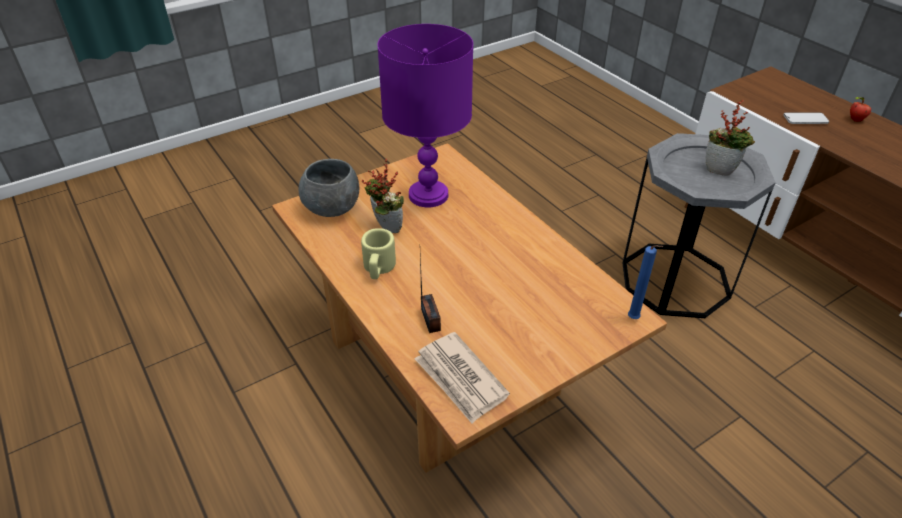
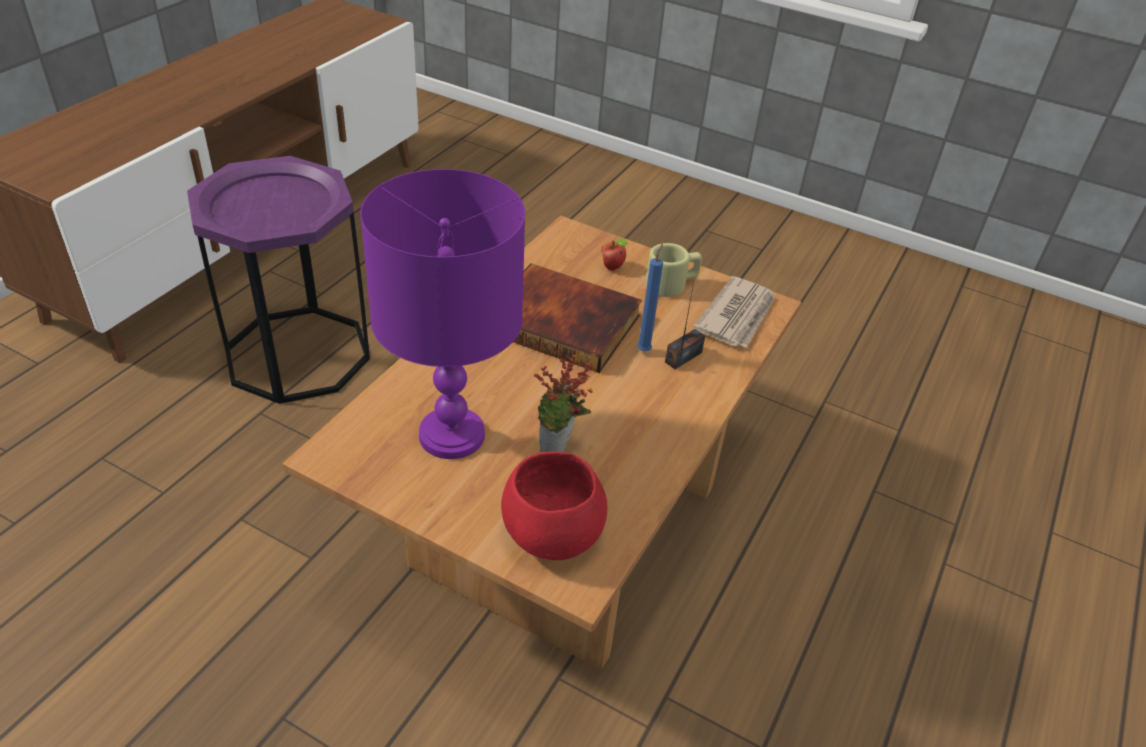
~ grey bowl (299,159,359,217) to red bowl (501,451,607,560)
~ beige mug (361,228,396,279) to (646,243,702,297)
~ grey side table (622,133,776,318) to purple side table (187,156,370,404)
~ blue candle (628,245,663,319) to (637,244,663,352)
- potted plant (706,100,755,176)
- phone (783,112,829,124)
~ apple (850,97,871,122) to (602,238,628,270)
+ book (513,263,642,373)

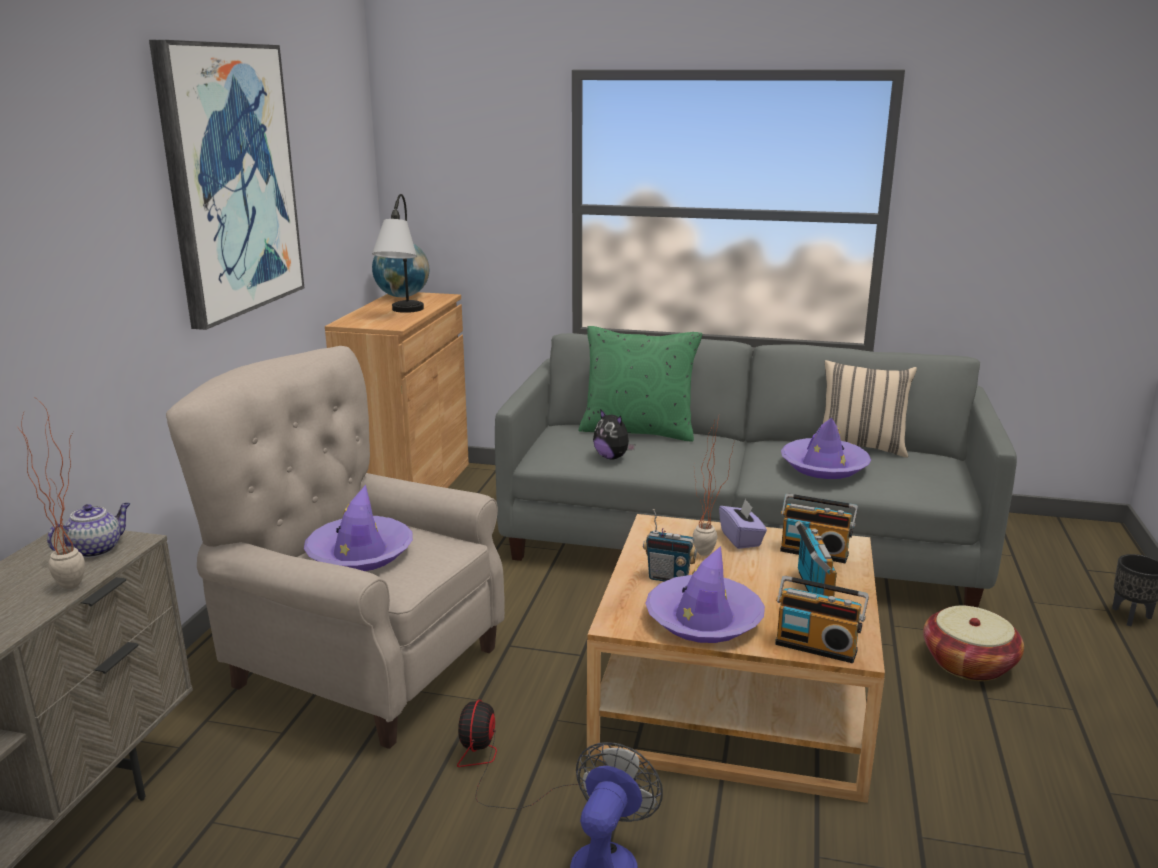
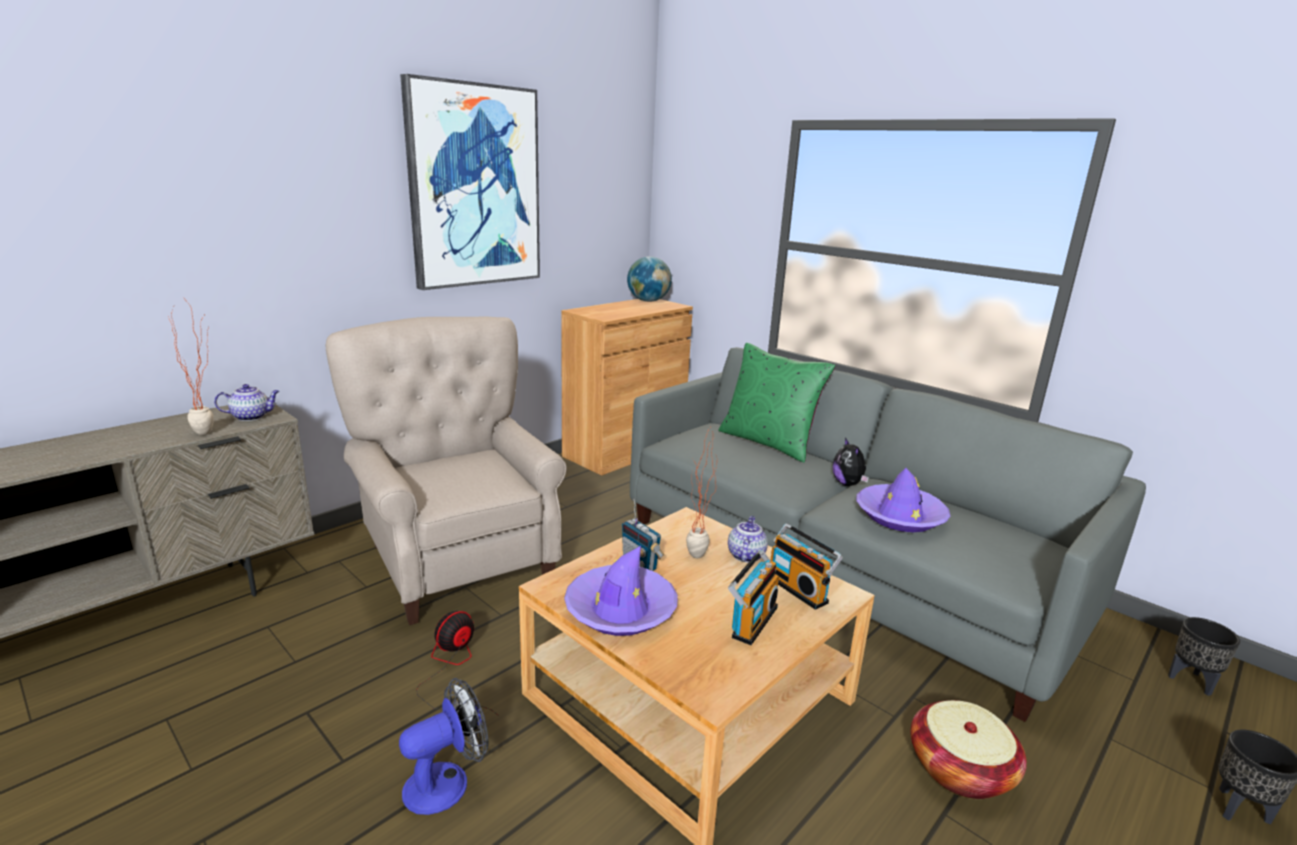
- purple hat (304,485,413,571)
- table lamp (372,194,424,313)
~ plush toy (593,409,635,460) to (833,437,869,486)
~ purple tissue box (719,498,767,549) to teapot (728,516,768,562)
- radio (775,576,869,663)
- beige pillow (823,360,917,458)
+ black planter (1168,617,1240,696)

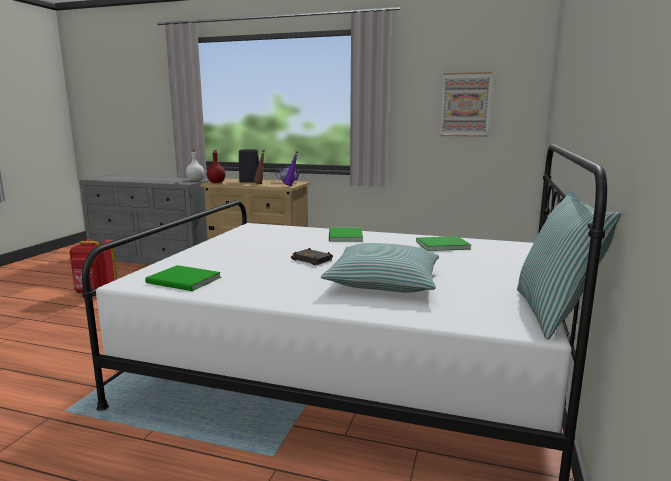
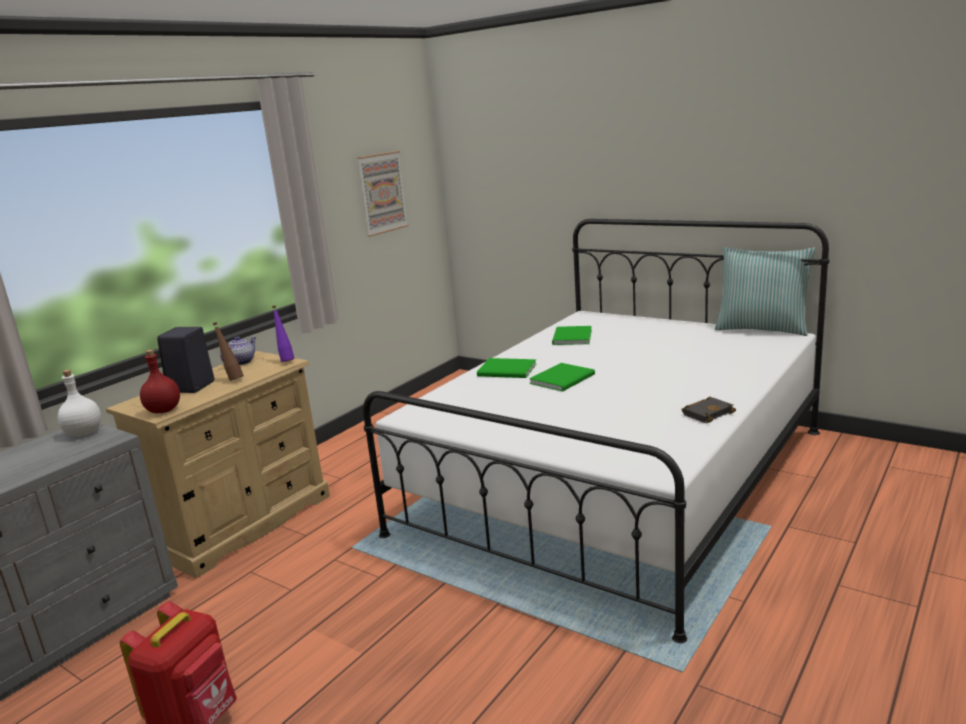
~ green book (145,265,221,291) to (529,363,595,392)
~ black book (291,248,333,265) to (681,397,736,423)
- pillow (321,243,439,293)

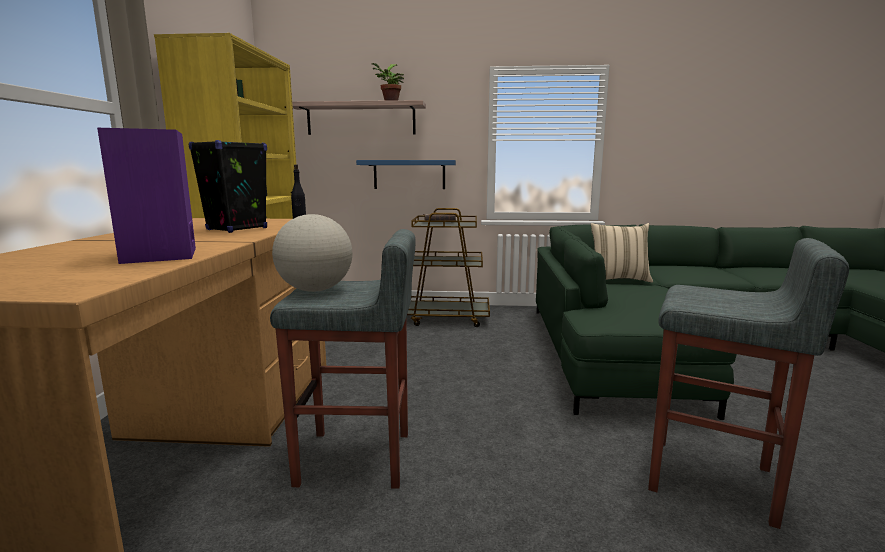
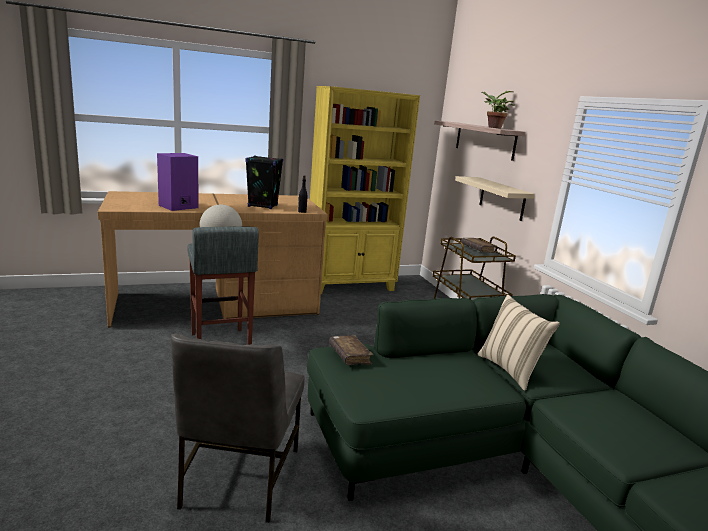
~ blue shelf (356,160,456,189) to beige shelf (455,176,535,221)
~ grey stool (648,238,849,529) to grey chair (171,334,305,523)
+ brown book (329,335,373,365)

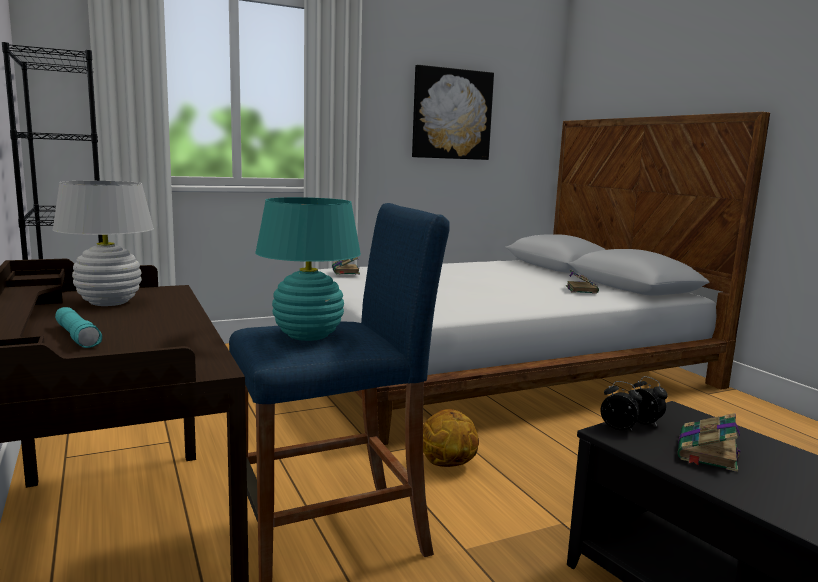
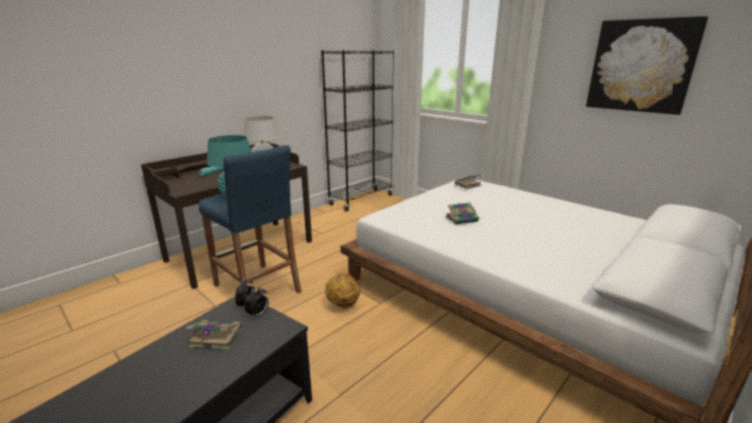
~ book (566,270,599,294) to (446,202,481,225)

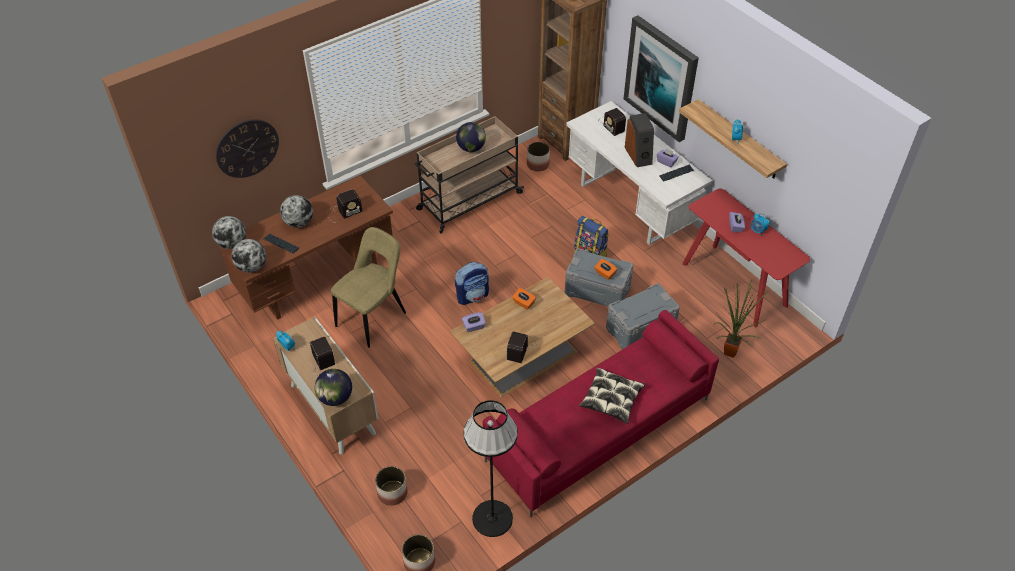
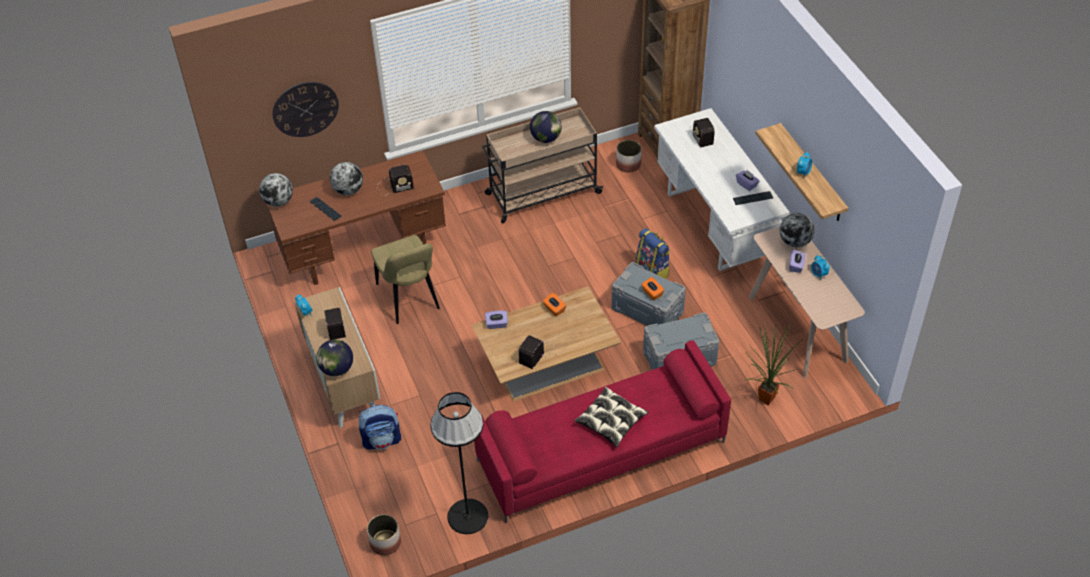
~ globe (231,239,266,273) to (780,213,815,247)
~ beige chair (331,227,406,348) = (371,235,440,324) 105 degrees clockwise
- planter (375,466,408,506)
~ backpack (455,262,489,305) to (358,405,401,450)
- picture (623,16,699,142)
- speaker (624,113,654,167)
~ red console table (682,188,810,327) to beige console table (749,226,865,378)

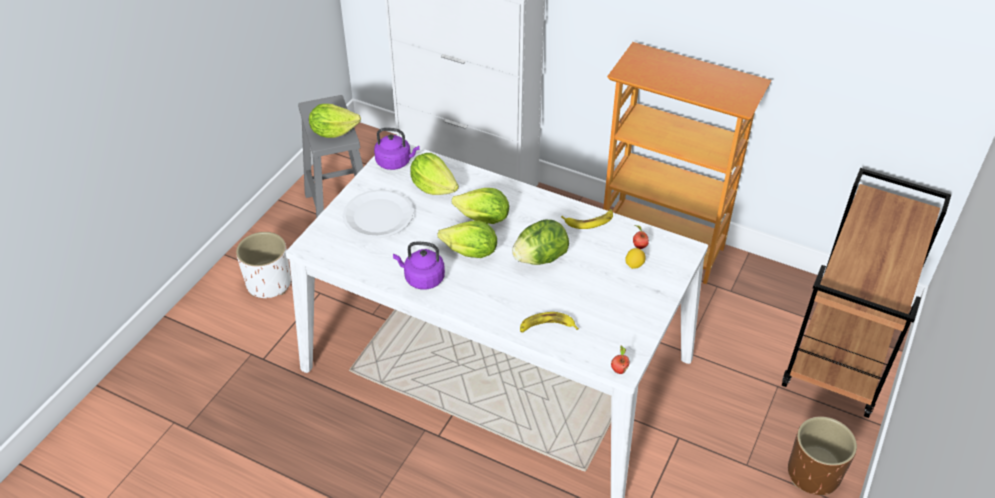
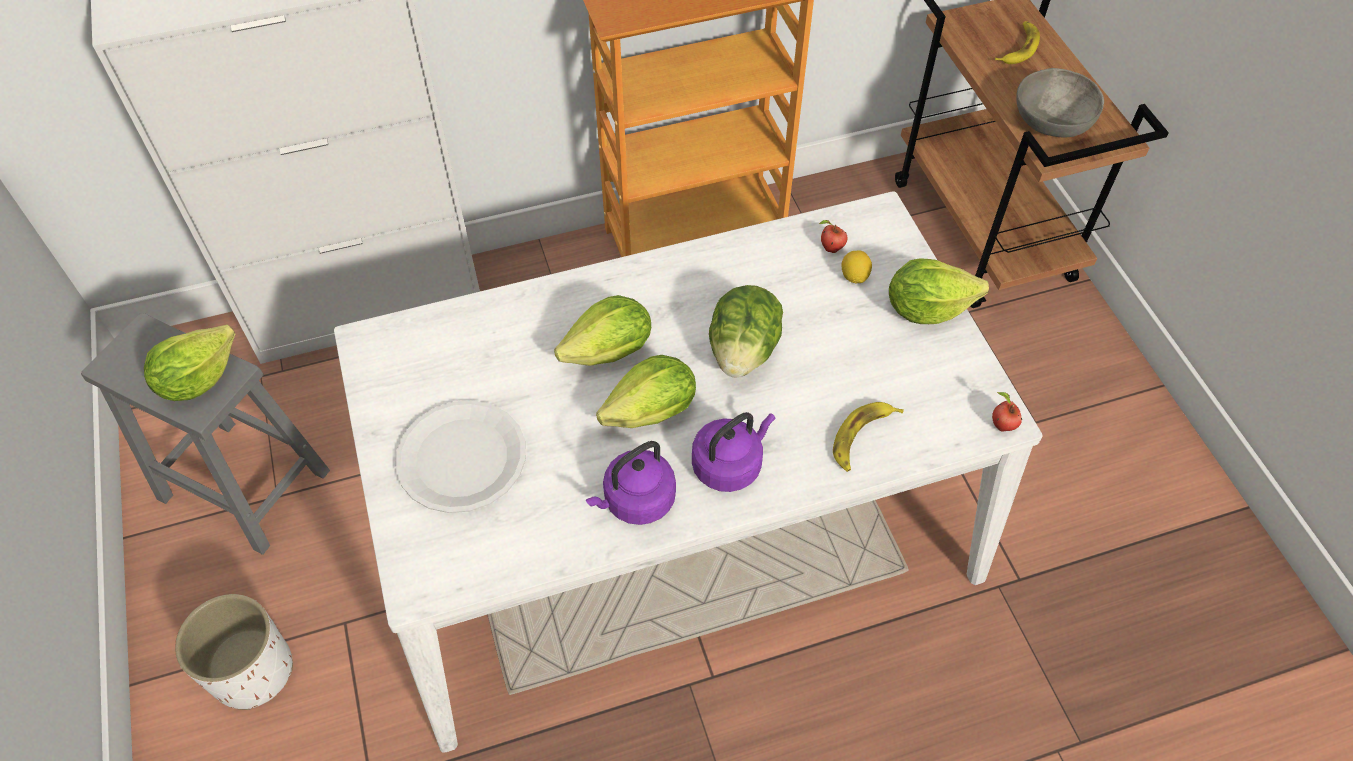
~ purple kettle (374,128,419,170) to (692,412,775,492)
~ lettuce (410,153,459,195) to (889,258,989,324)
~ banana (561,209,613,229) to (995,21,1040,64)
- brown planter (788,416,857,495)
+ grey bowl (1016,68,1104,137)

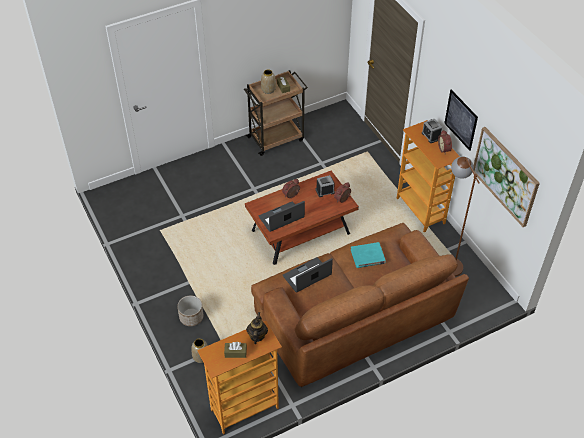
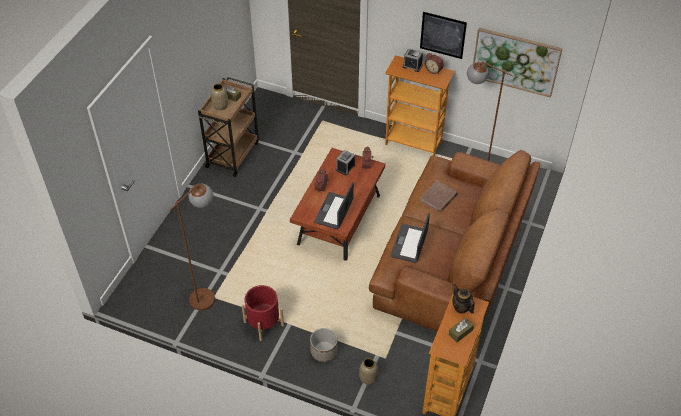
~ turquoise book (351,242,386,268) to brown book (420,180,458,212)
+ brown floor lamp (170,183,215,310)
+ red planter (242,285,284,341)

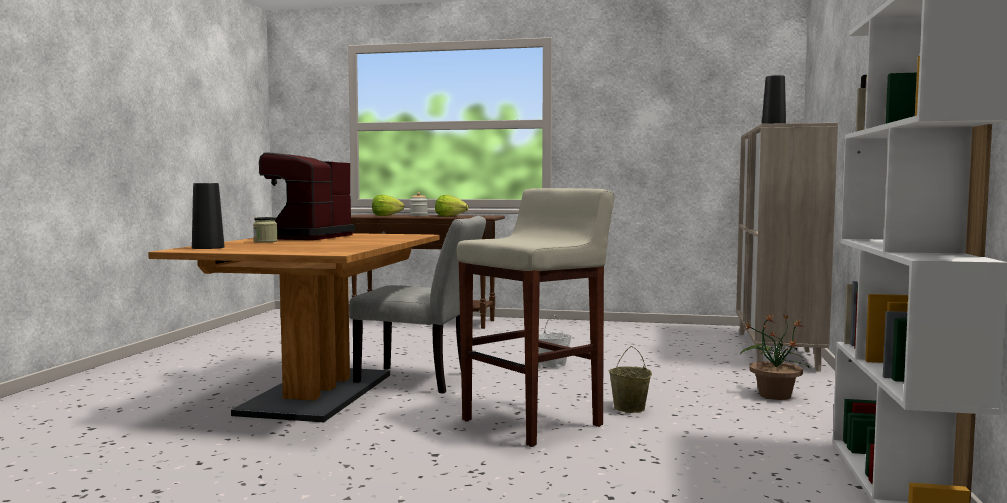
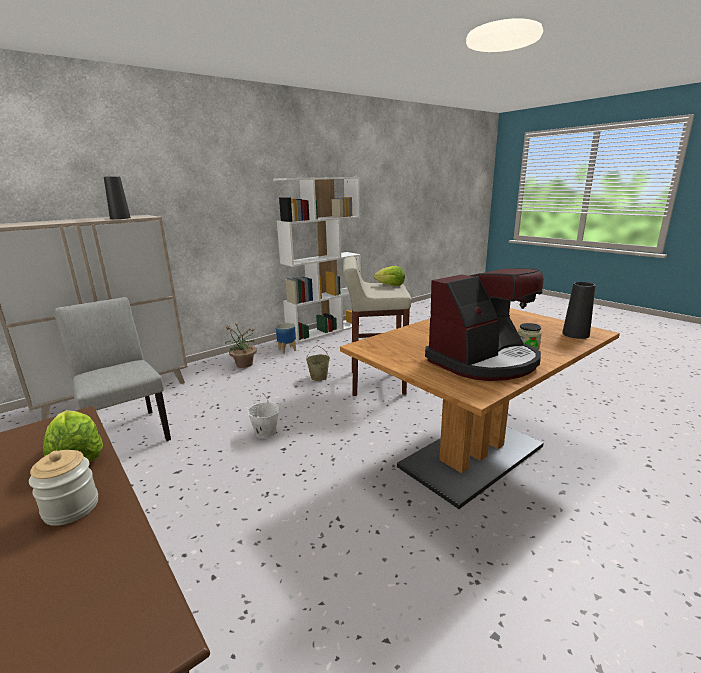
~ grey chair (349,216,486,394) to (54,297,171,441)
~ lettuce (372,195,405,216) to (374,266,405,286)
+ planter (276,323,296,354)

